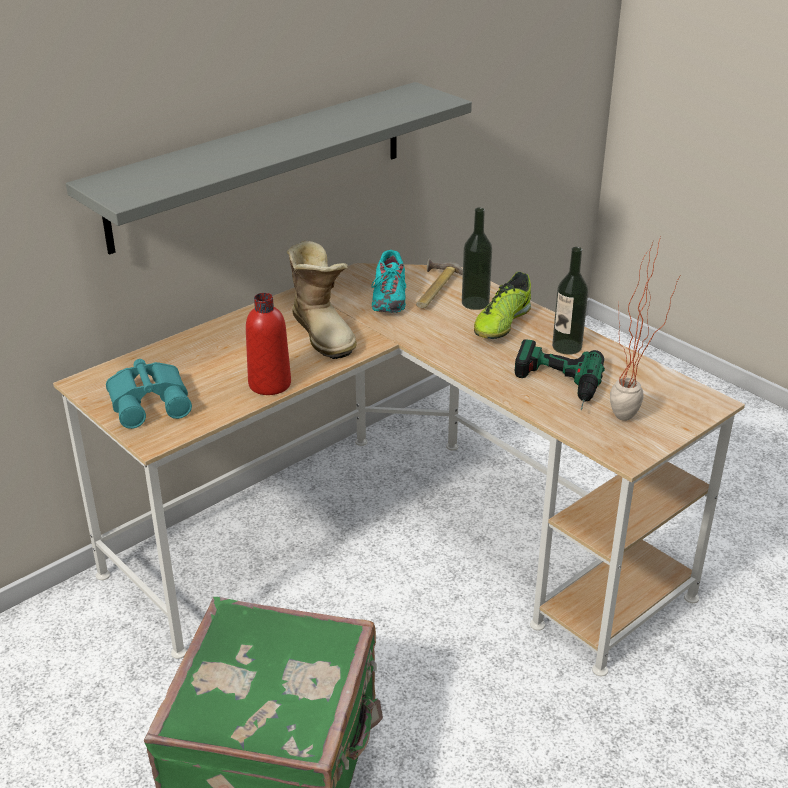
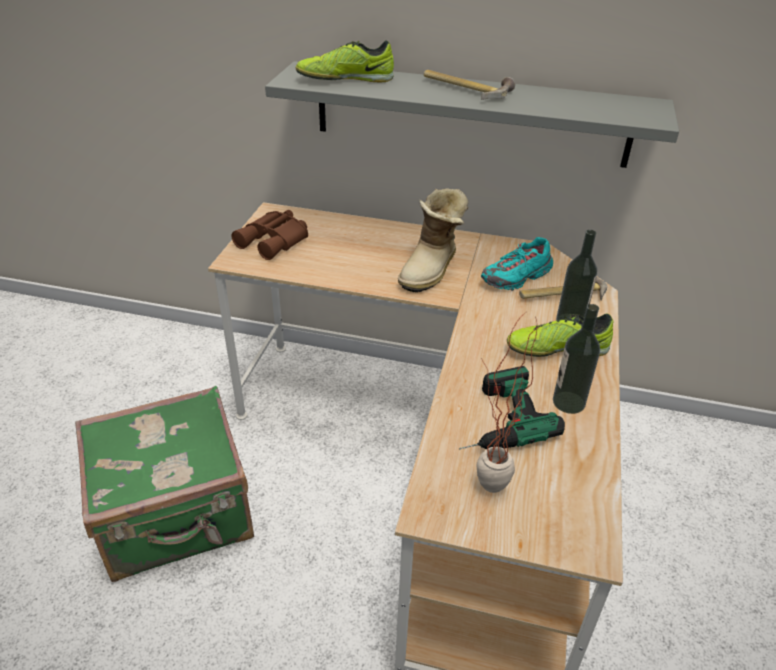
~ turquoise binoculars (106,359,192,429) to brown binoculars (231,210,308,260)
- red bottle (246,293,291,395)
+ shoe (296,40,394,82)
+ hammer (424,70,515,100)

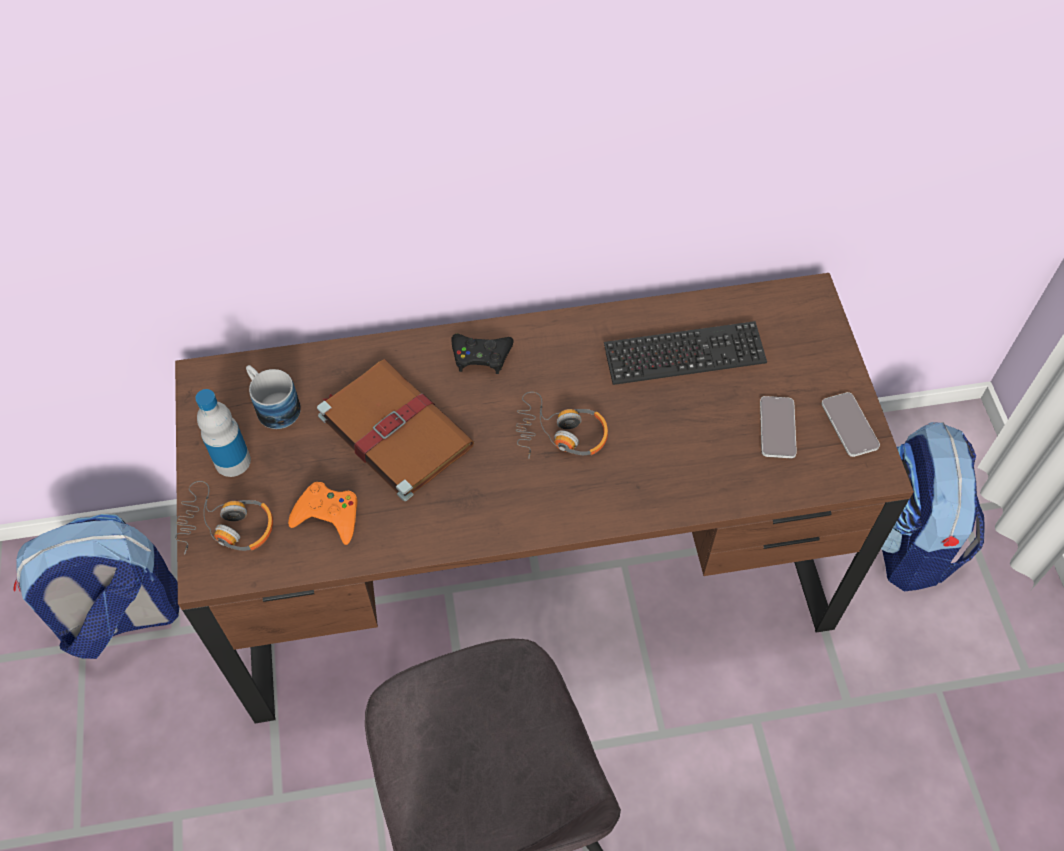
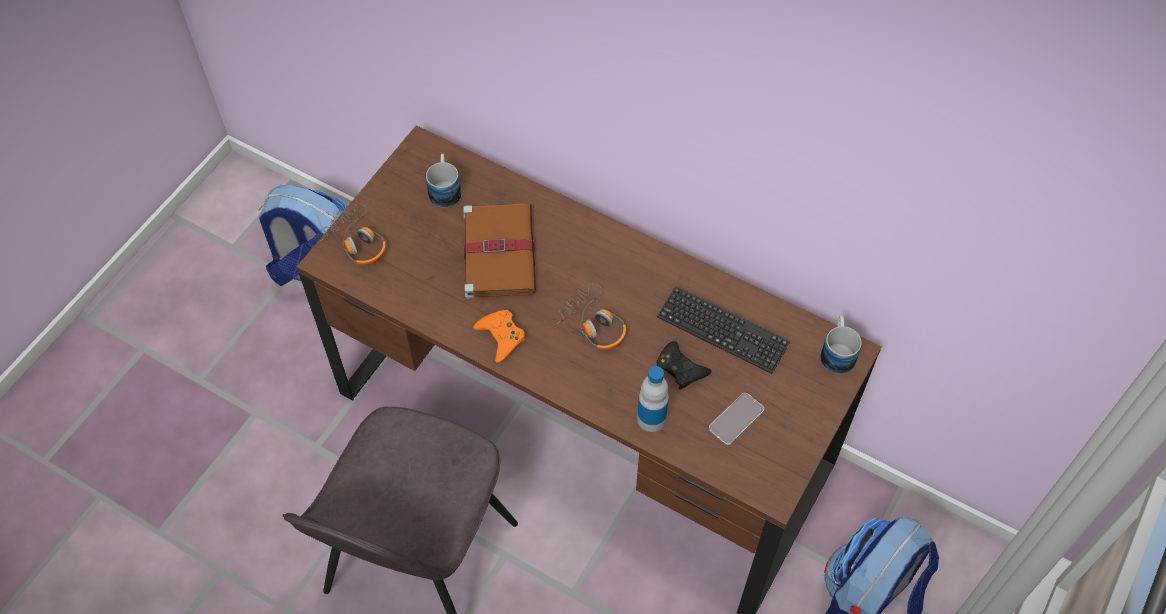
~ bottle (195,389,251,477) to (637,366,669,432)
~ orange game controller (288,482,358,545) to (474,310,525,363)
~ black game controller (451,334,514,374) to (656,341,711,390)
- phone (822,392,880,457)
+ mug (820,315,862,374)

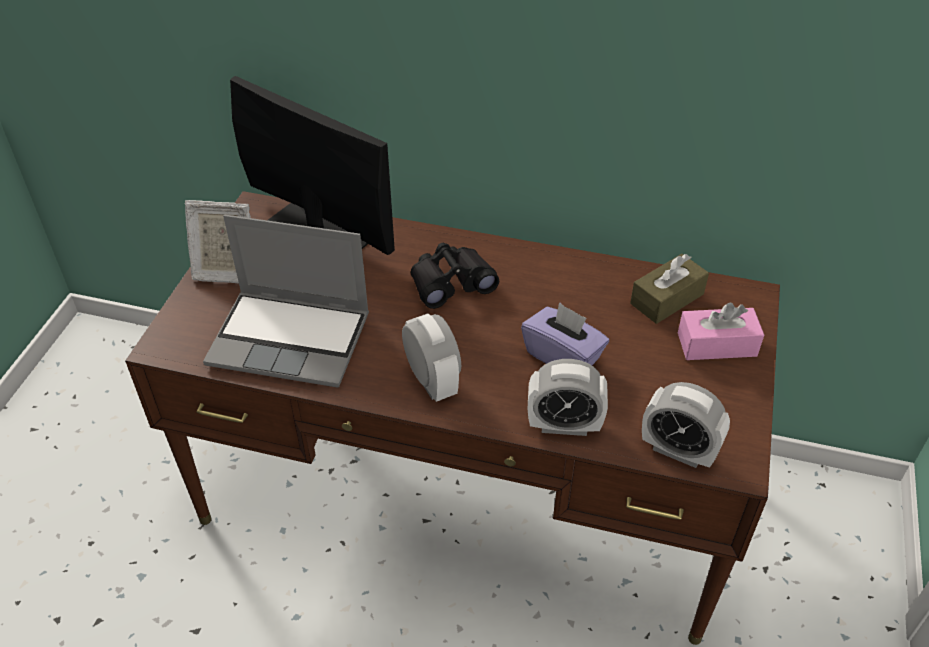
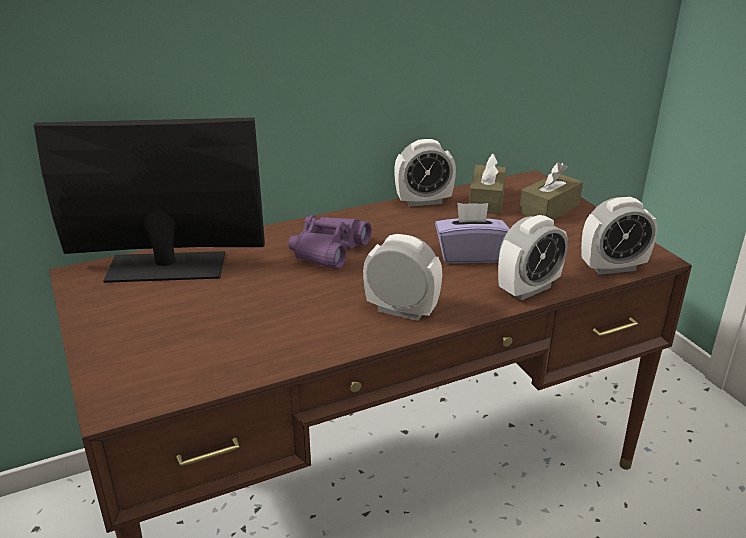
- picture frame (184,200,251,284)
- laptop (203,215,369,388)
~ black binoculars (411,243,499,309) to purple binoculars (288,215,372,269)
~ pink tissue box (678,302,764,360) to brown tissue box (519,162,583,220)
+ alarm clock (394,139,456,207)

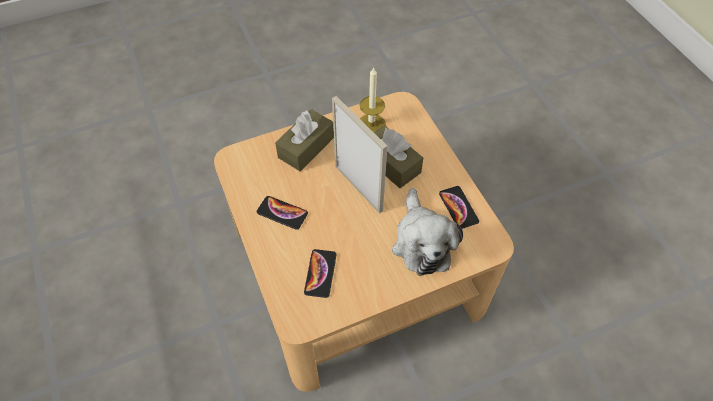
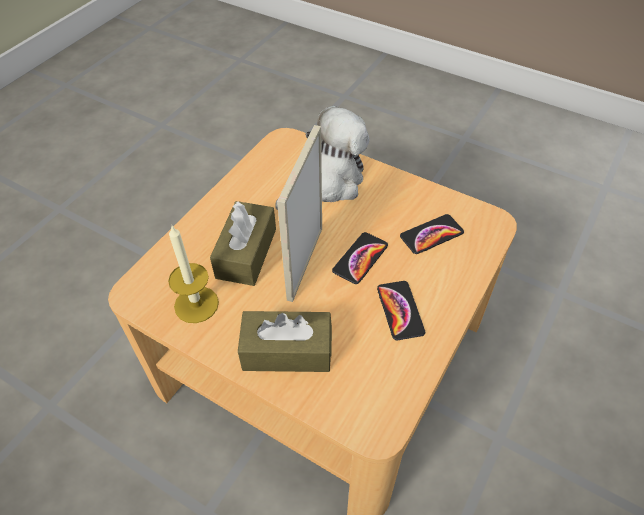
~ phone (439,186,479,229) to (332,232,388,284)

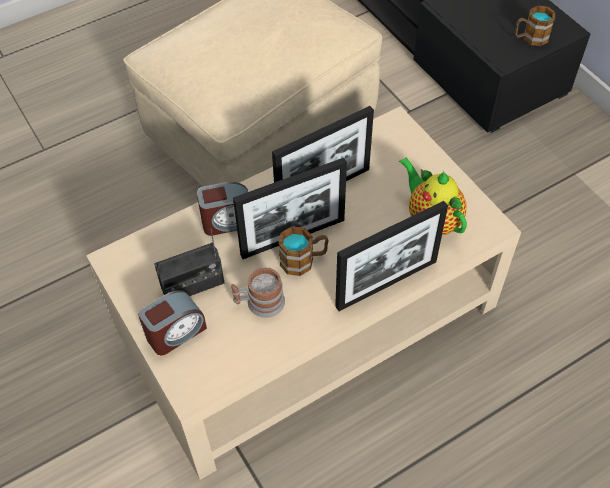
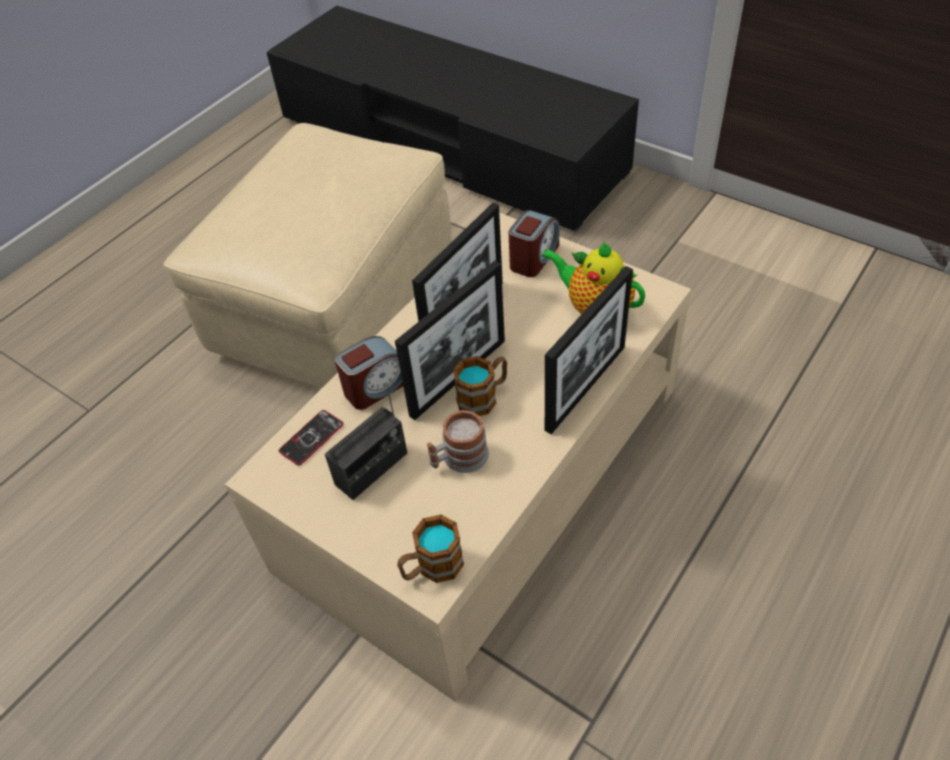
~ alarm clock (138,290,207,355) to (508,210,560,277)
~ mug (515,5,555,46) to (397,514,464,583)
+ phone (279,410,344,466)

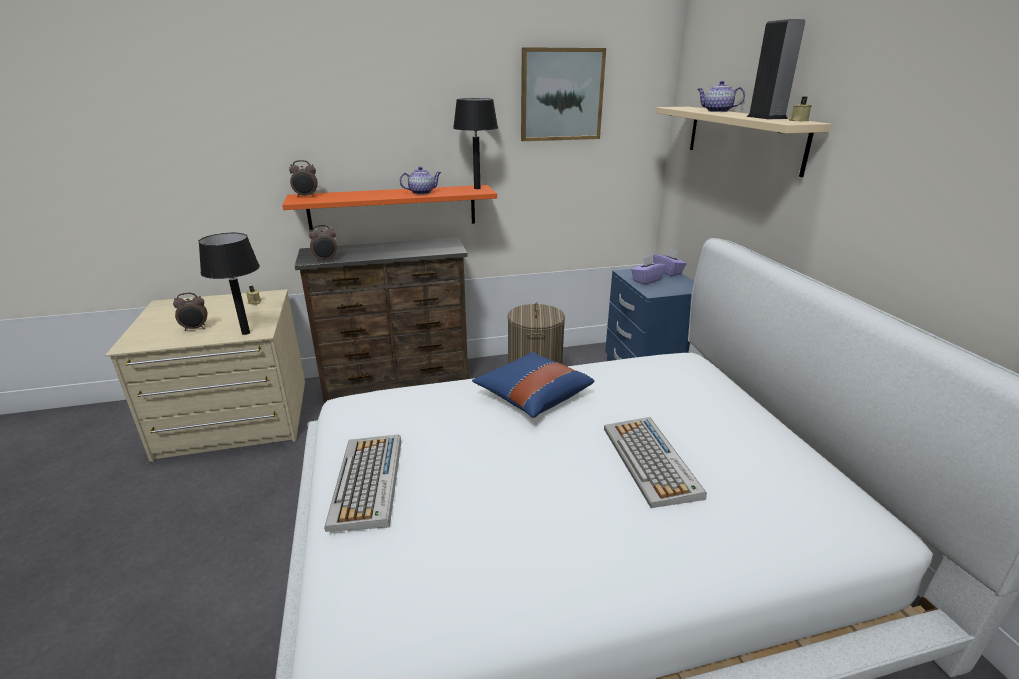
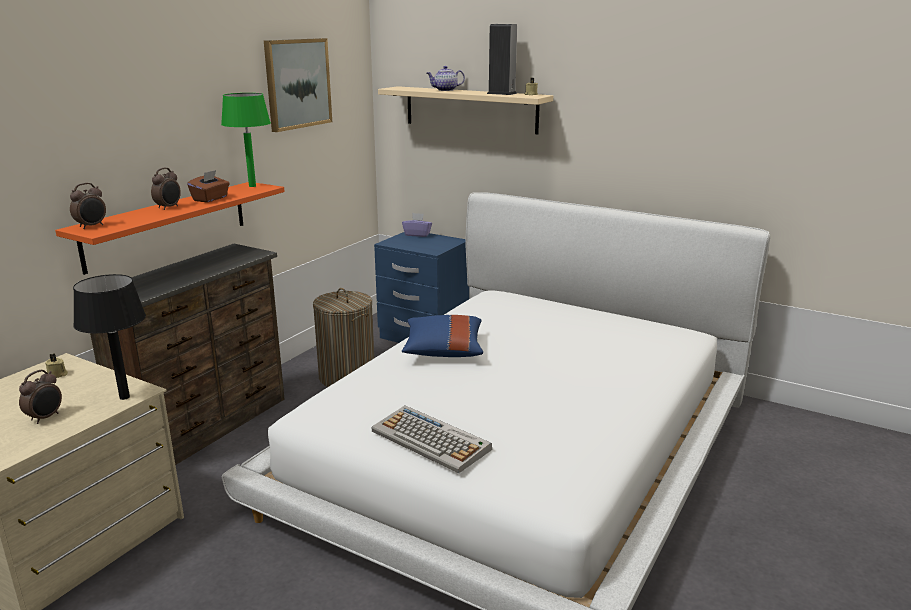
~ alarm clock (309,225,337,262) to (151,168,181,210)
~ teapot (400,167,441,195) to brown tissue box (187,170,230,203)
~ black table lamp (453,98,498,189) to green table lamp (221,93,271,187)
- keyboard (604,417,707,508)
- purple tissue box (631,256,666,285)

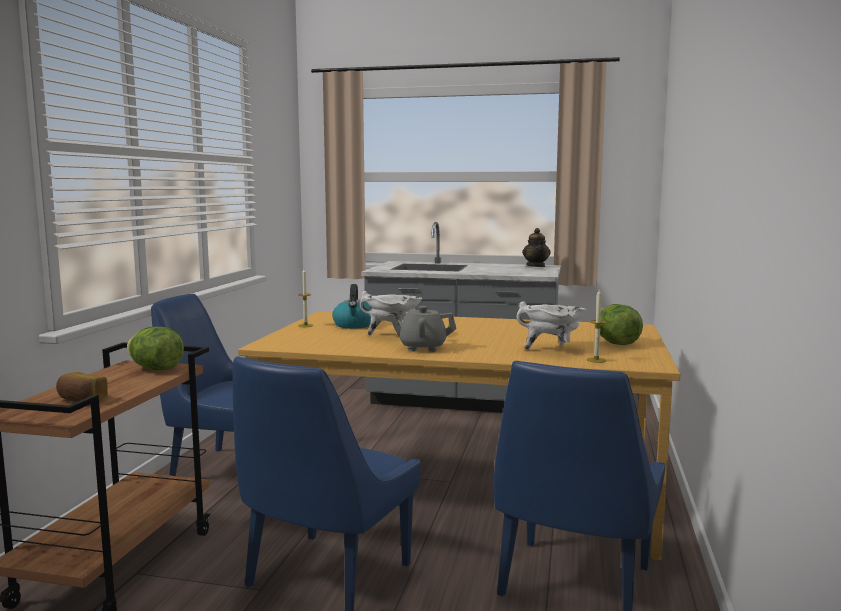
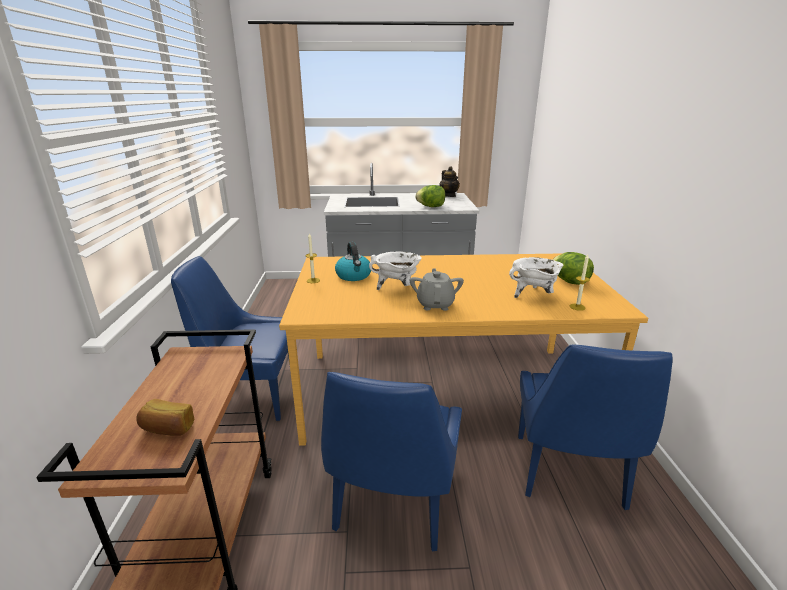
~ lettuce (127,327,184,370) to (415,185,445,207)
~ grey teapot (388,306,456,352) = (409,268,464,311) 105 degrees clockwise

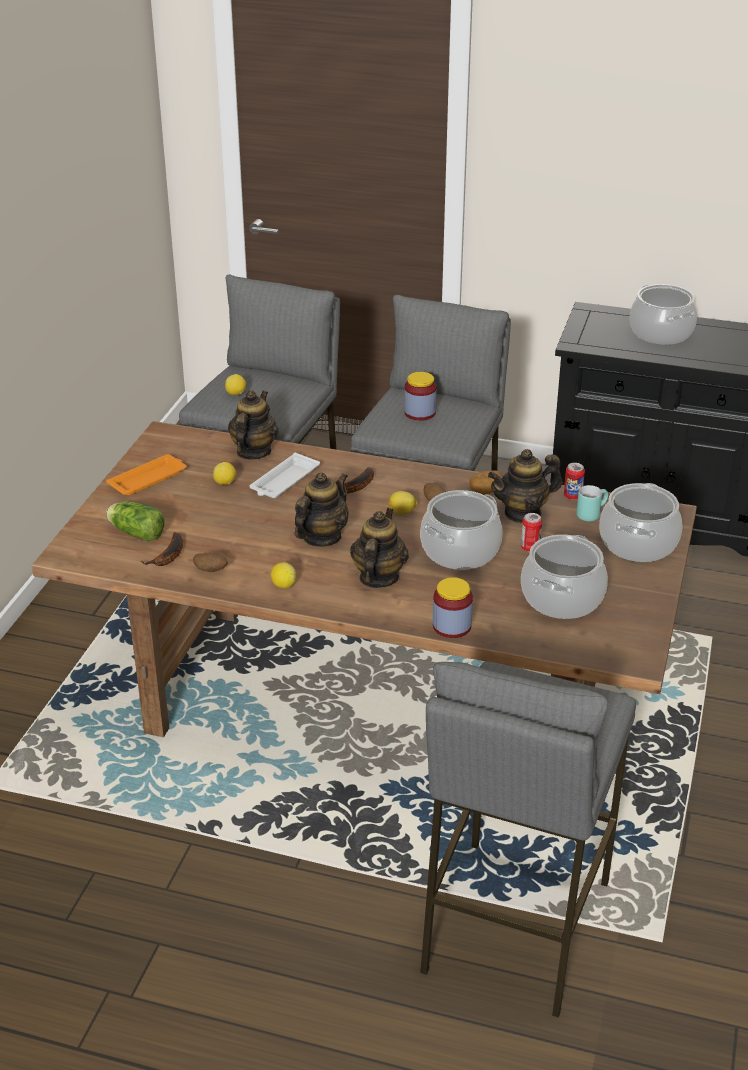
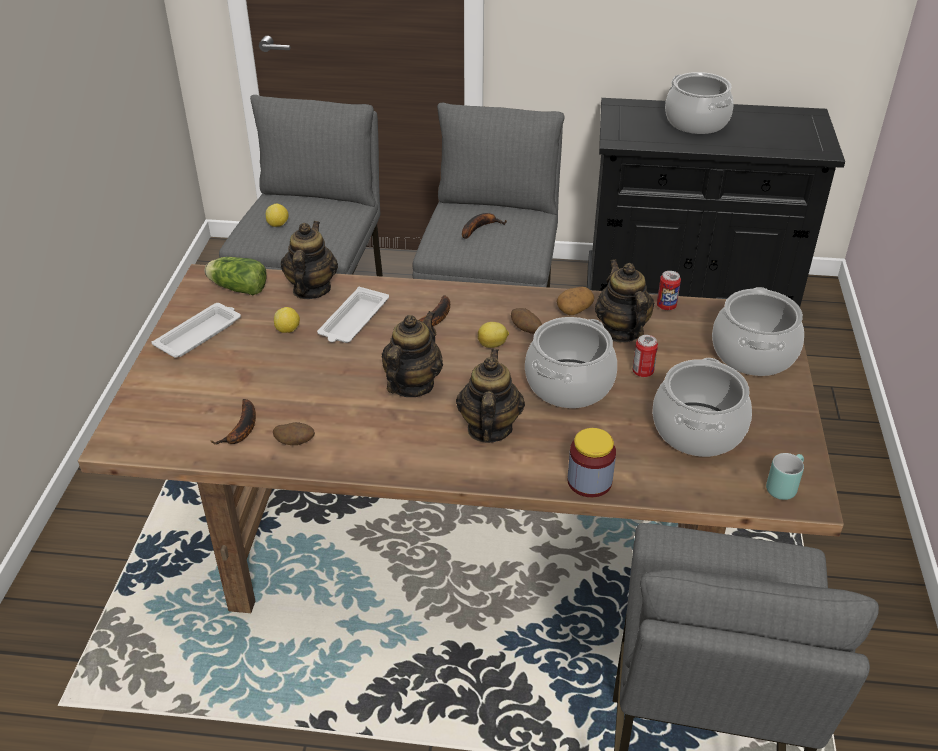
~ orange tray (106,454,186,495) to white tray (151,303,241,358)
~ lettuce (106,501,165,542) to (204,257,267,295)
- lemon (271,562,296,589)
~ jar (404,372,436,421) to banana (462,213,507,239)
~ teapot (488,449,562,523) = (595,260,654,343) 105 degrees clockwise
~ turquoise mug (576,485,608,522) to (766,453,804,500)

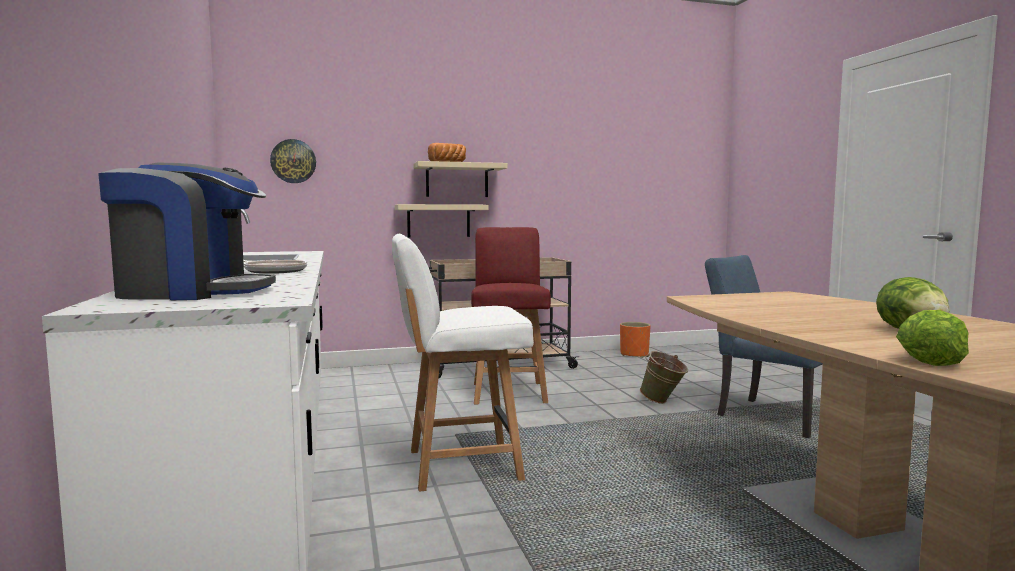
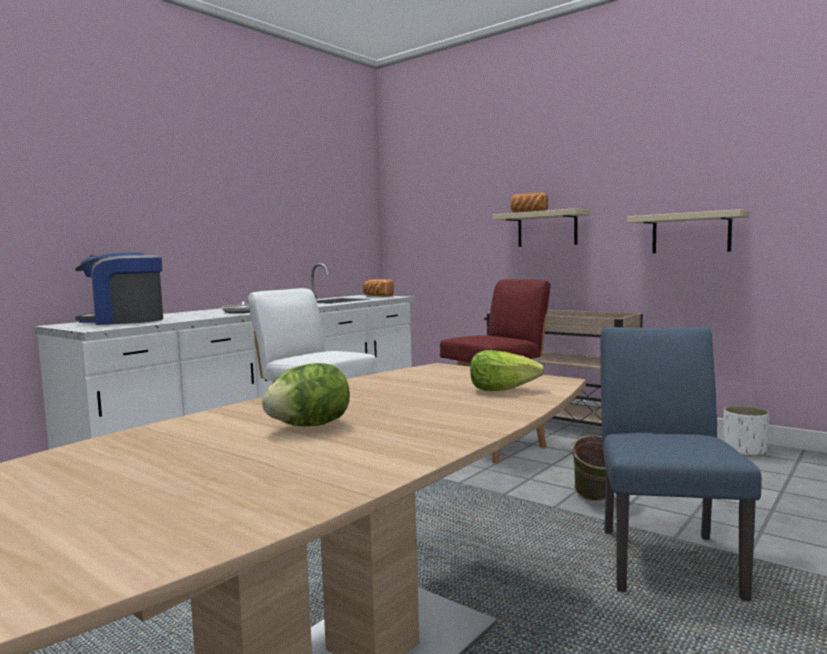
~ coffee machine (98,163,276,300) = (75,251,163,325) 120 degrees clockwise
- wall clock (270,139,316,183)
~ beige shelf (395,204,489,237) to (627,209,749,253)
~ orange planter (620,322,651,358) to white planter (724,406,770,457)
~ lettuce (896,310,969,366) to (470,350,544,391)
+ bread (363,279,394,296)

